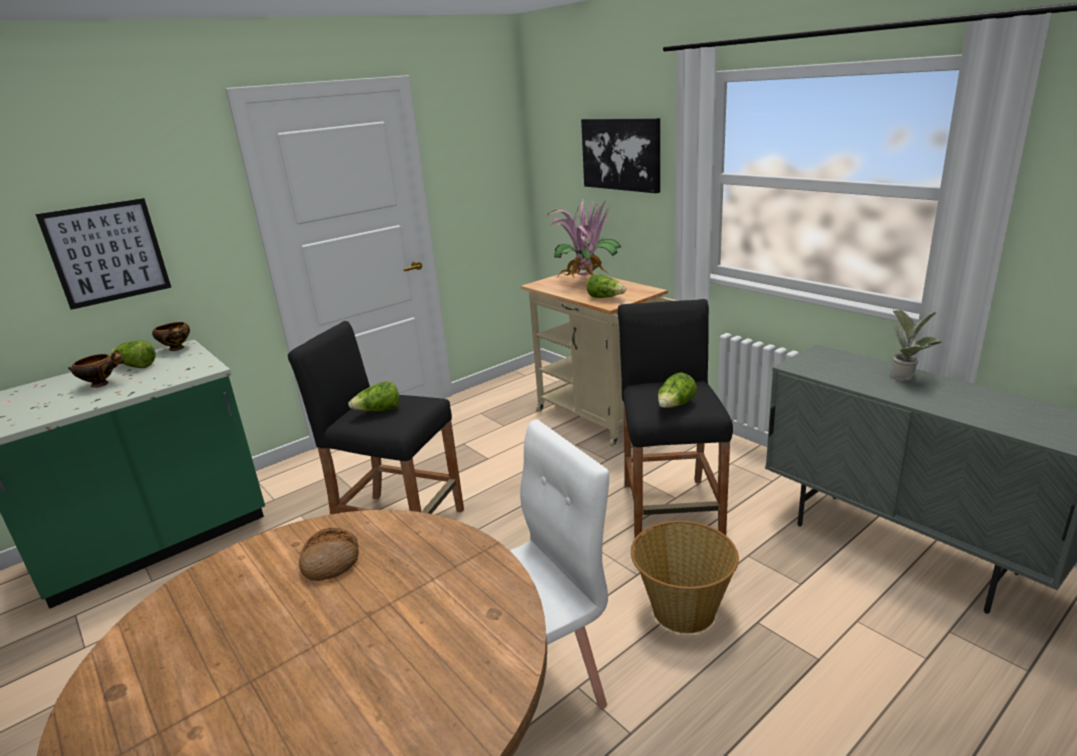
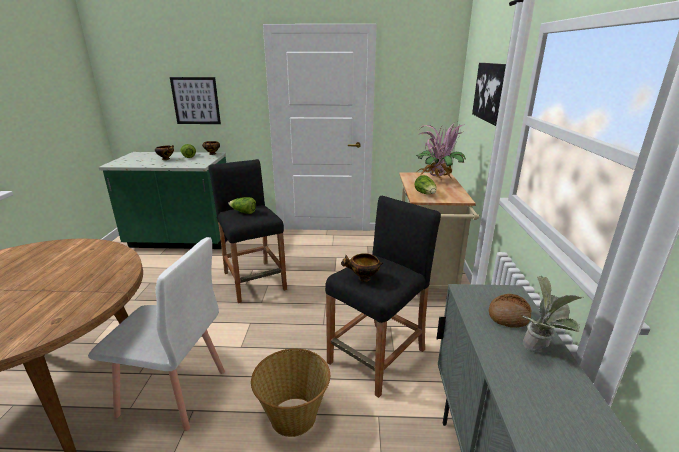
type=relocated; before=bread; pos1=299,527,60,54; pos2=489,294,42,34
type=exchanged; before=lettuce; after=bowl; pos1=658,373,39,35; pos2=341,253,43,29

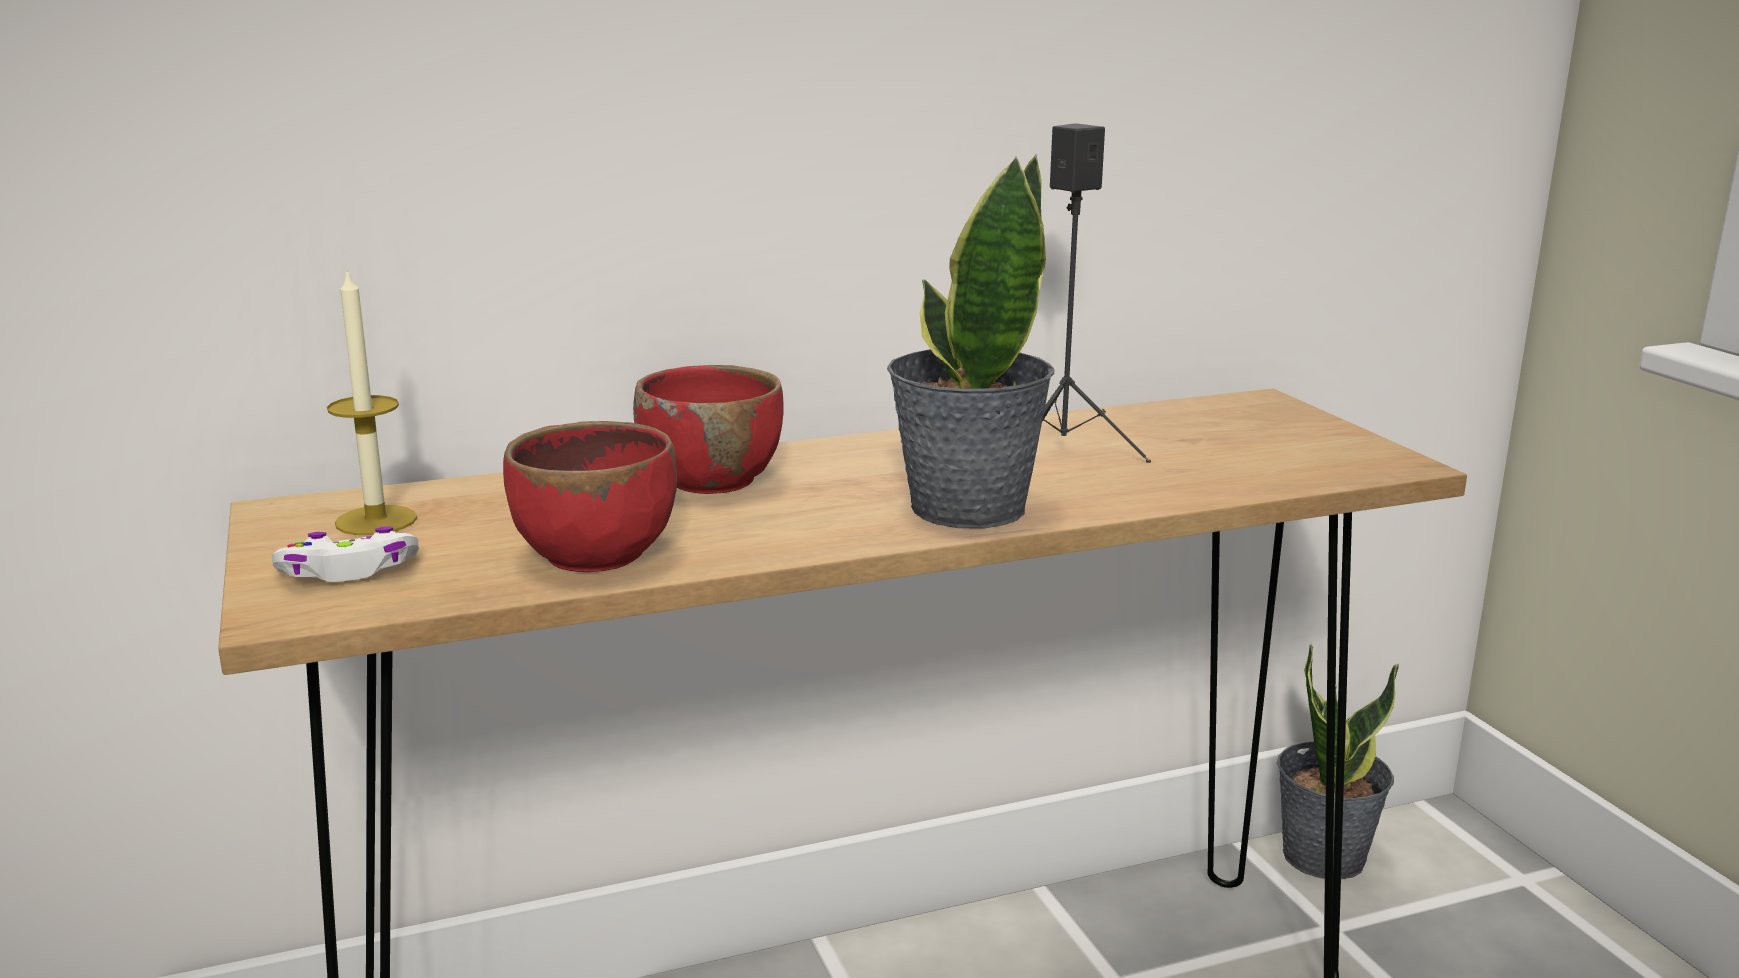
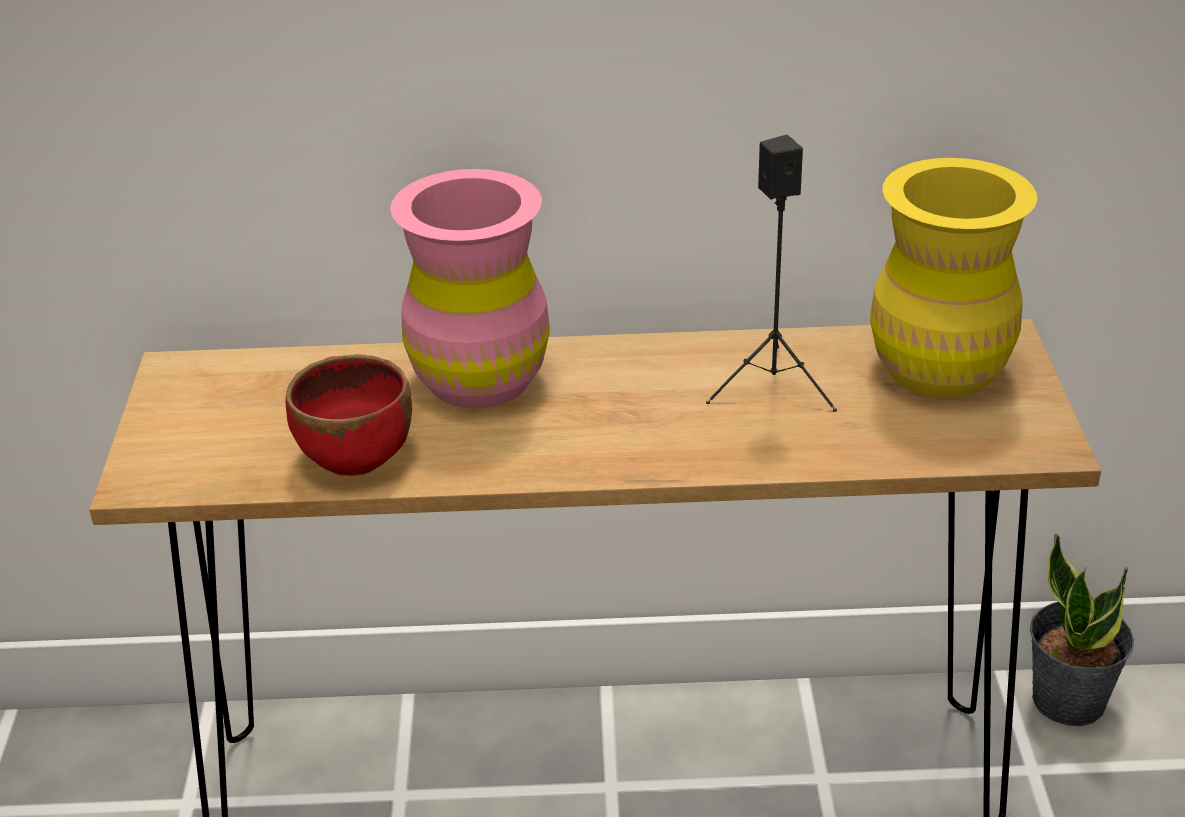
type=missing; before=game controller (white); pos1=272,527,147,55
type=missing; before=candle; pos1=327,268,90,267
type=missing; before=potted plant; pos1=887,154,167,375
type=appeared; after=vase (yellow); pos2=870,158,167,240
type=exchanged; before=bowl (red); after=vase (pink); pos1=633,365,150,129; pos2=390,169,160,239

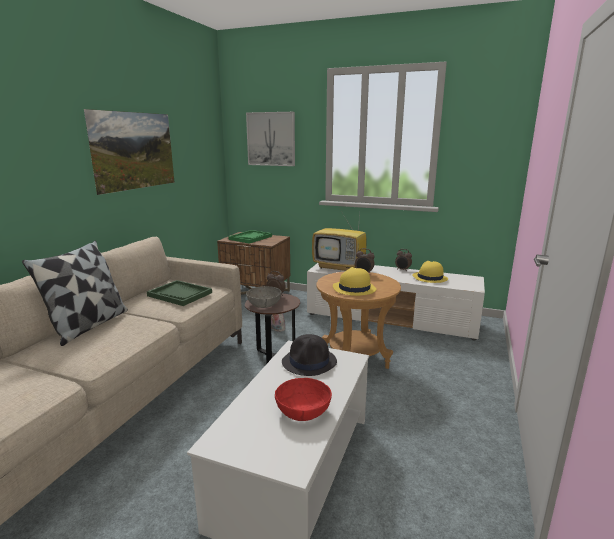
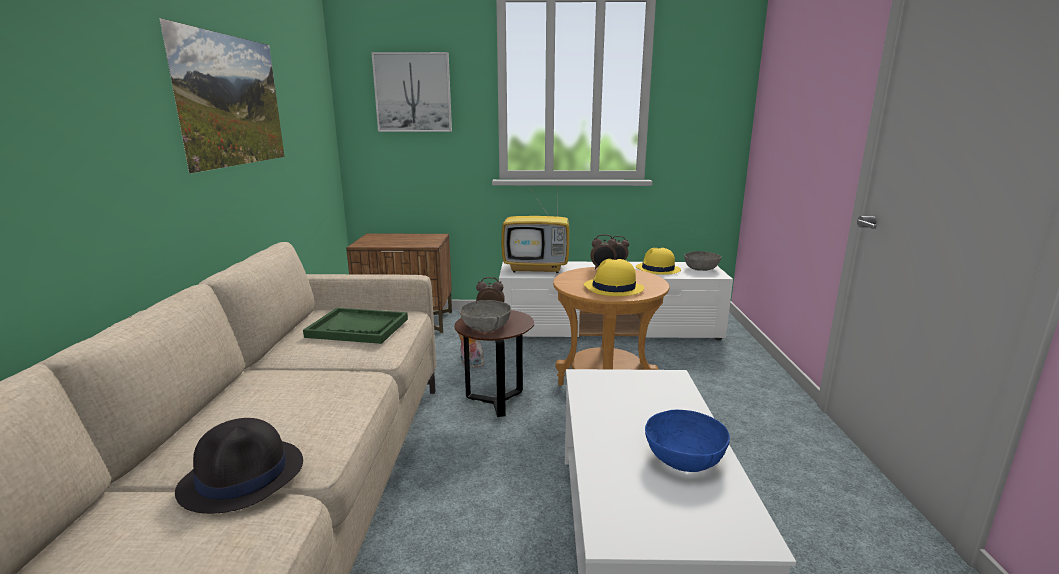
type=missing; before=pillow; pos1=22,241,106,105
type=missing; before=tray (green); pos1=228,230,44,14
type=appeared; after=bowl (grey); pos2=684,251,38,20
type=relocated; before=hat (black); pos1=282,334,55,42; pos2=175,418,128,96
type=colour; before=bowl (red); after=bowl (blue); pos1=275,378,57,43; pos2=645,410,85,62

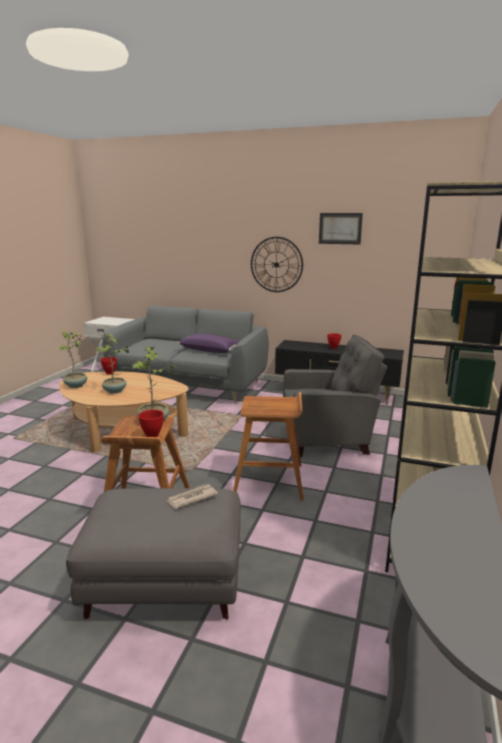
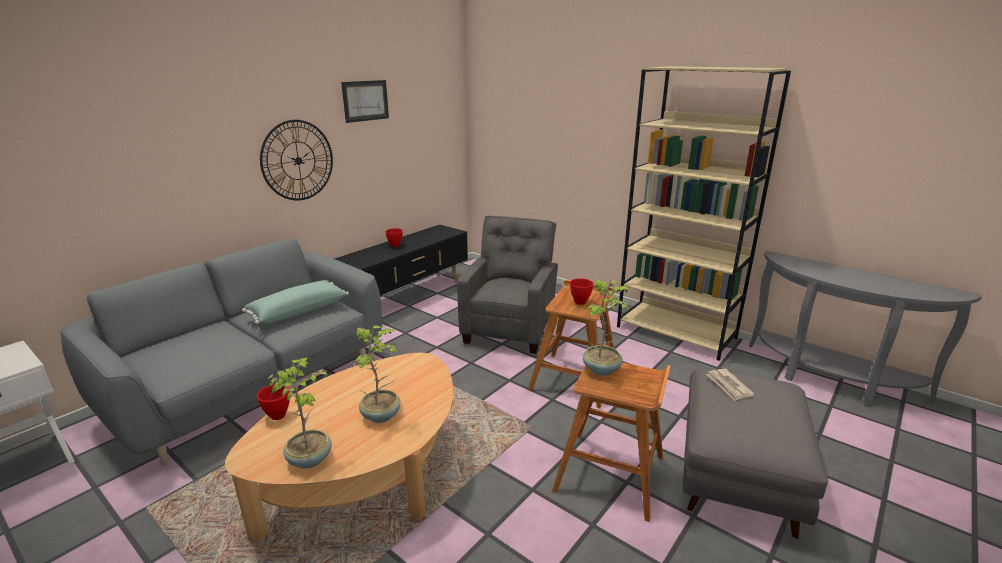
type=relocated; before=bowl (red); pos1=138,410,26,27; pos2=570,278,23,27
type=colour; before=pillow (purple); after=pillow (green); pos1=178,334,61,19; pos2=242,280,107,44

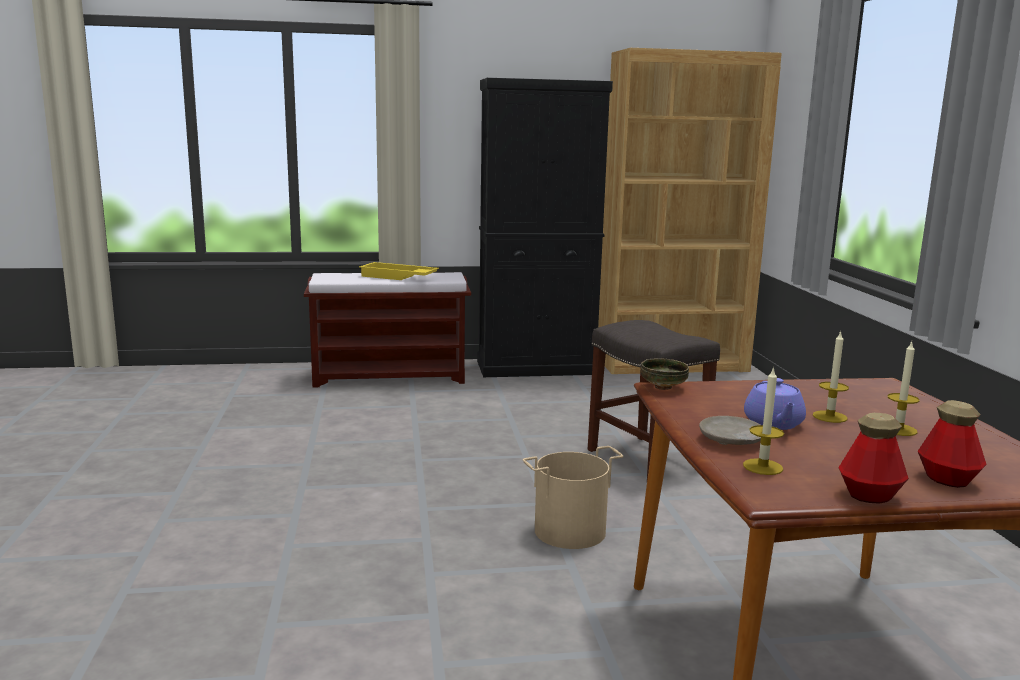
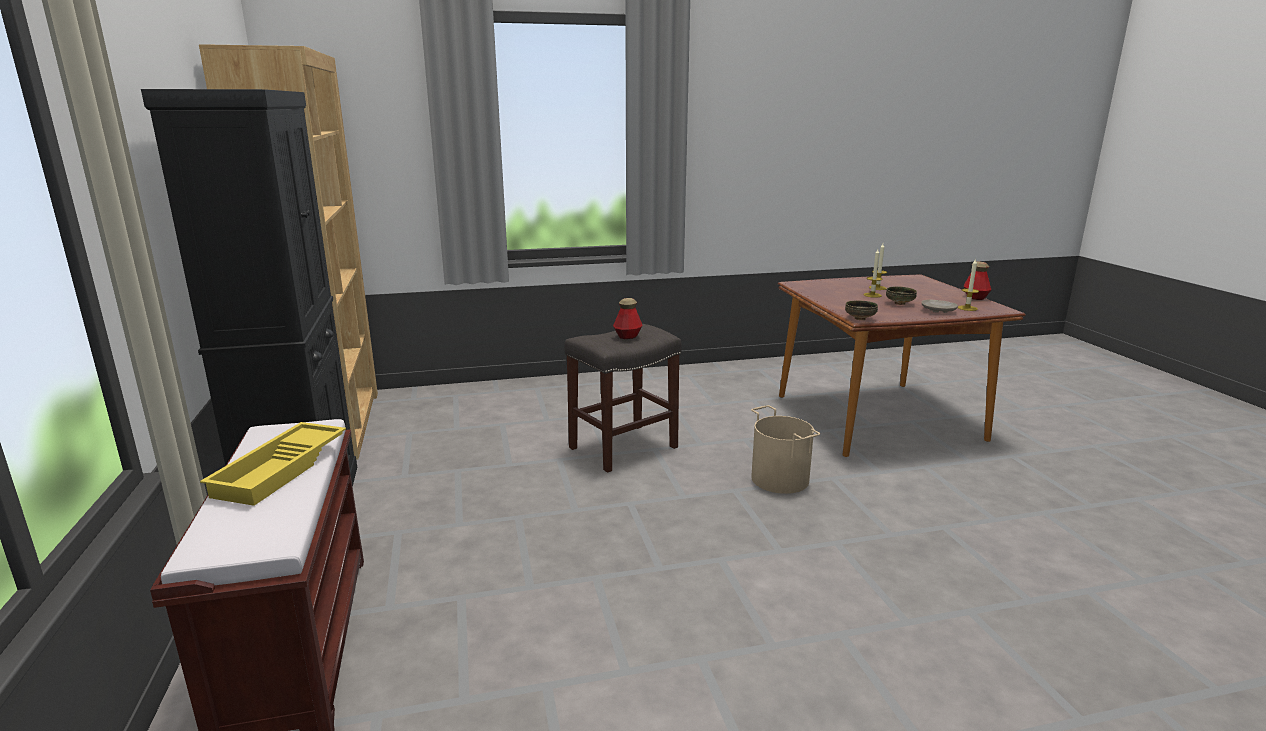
type=relocated; before=bottle; pos1=918,400,69,88; pos2=613,298,30,41
type=exchanged; before=teapot (purple); after=bowl; pos1=744,378,62,52; pos2=886,286,31,19

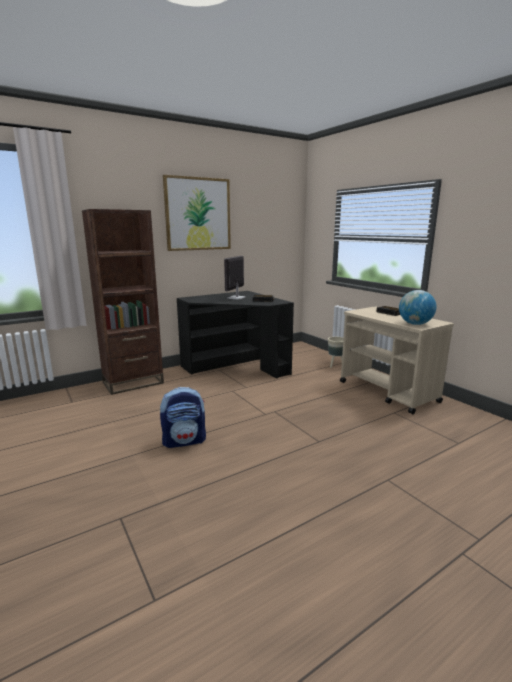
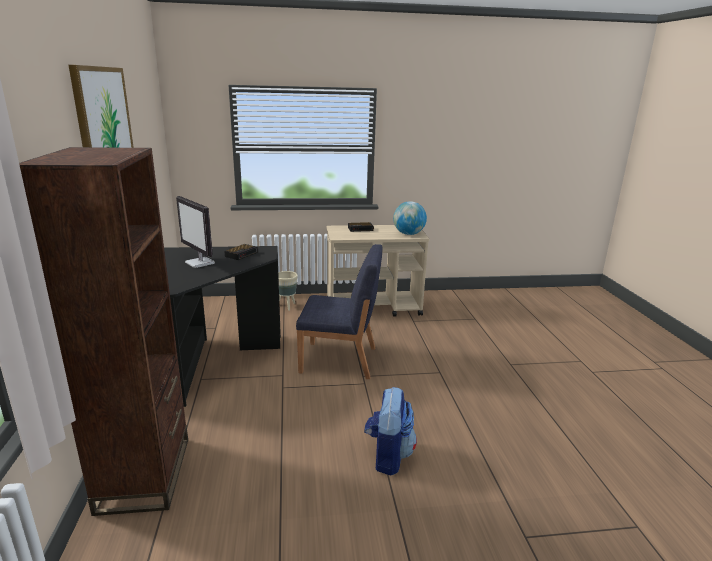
type=appeared; after=chair (blue); pos2=296,244,87,135

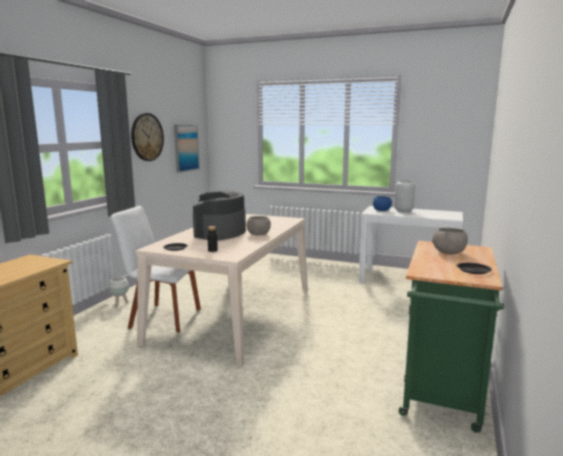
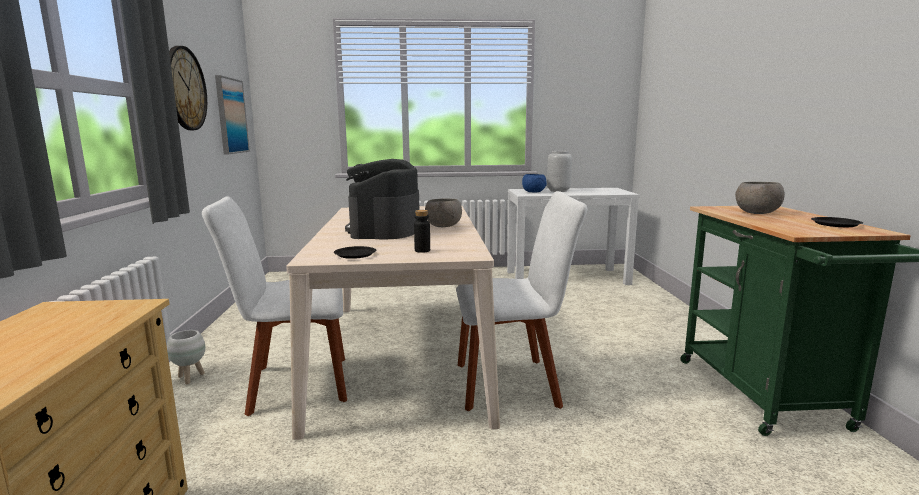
type=appeared; after=chair (white); pos2=456,191,131,220

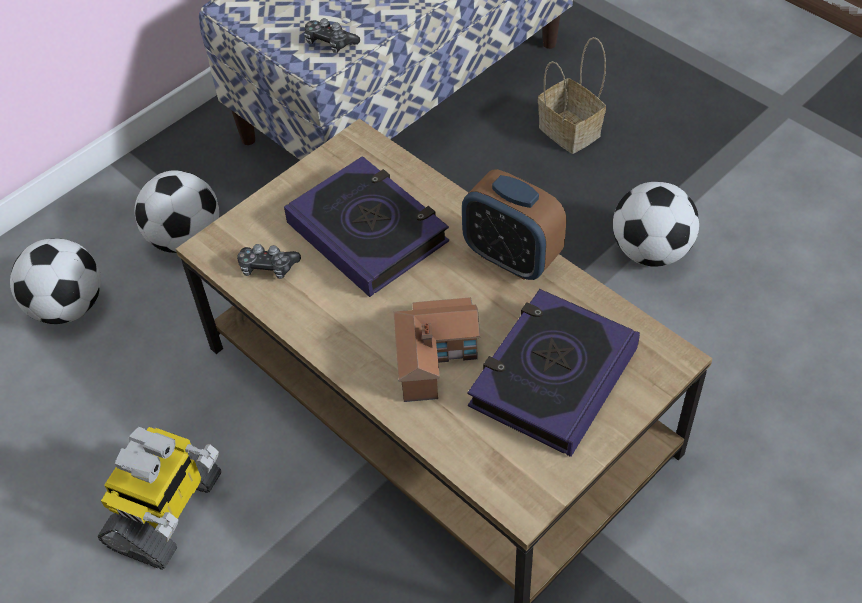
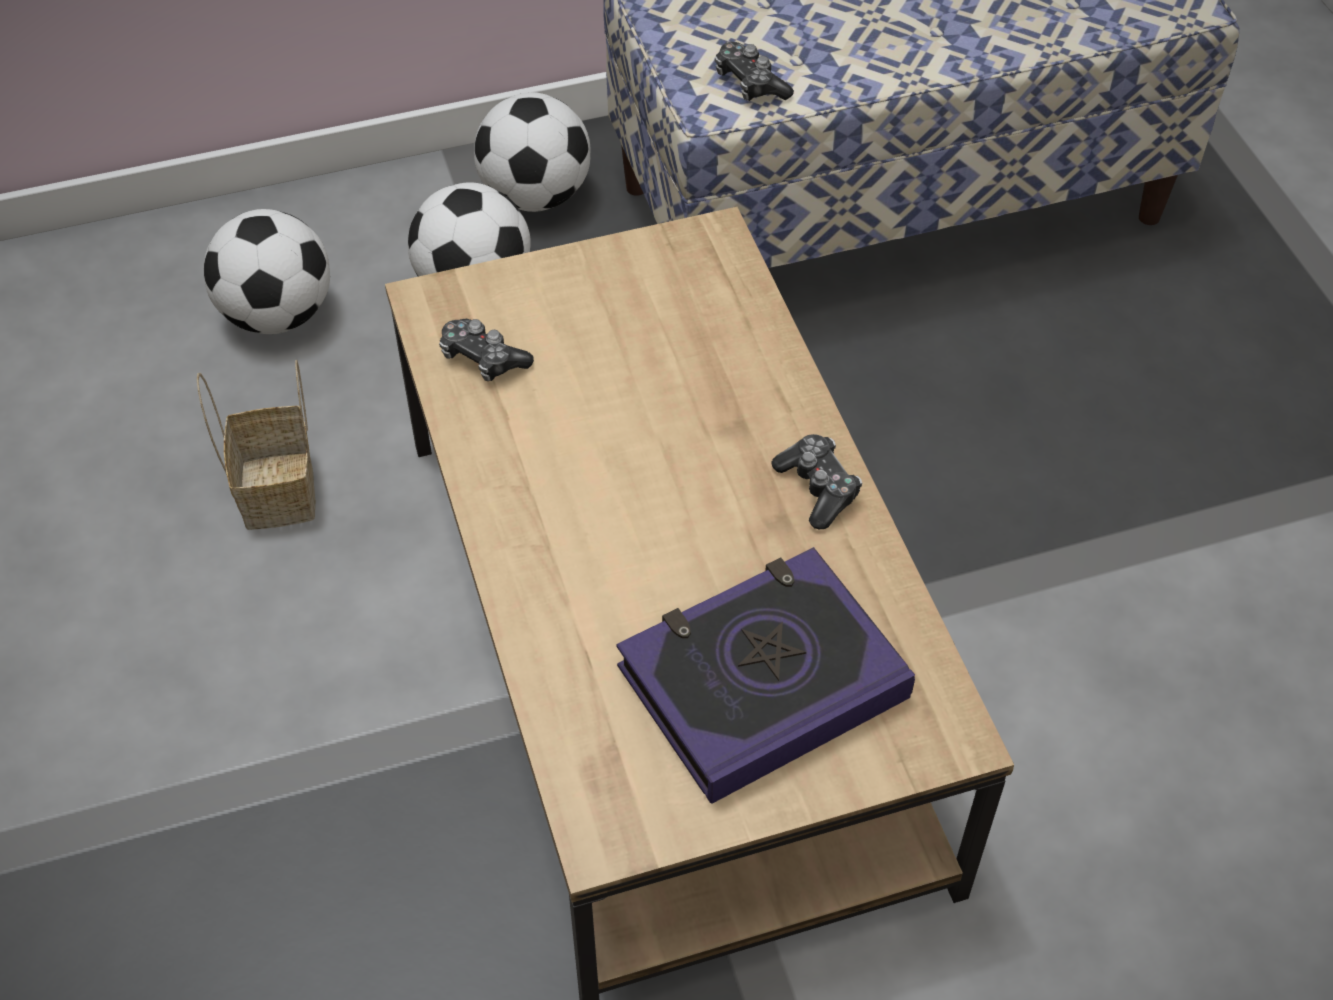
type=missing; before=toy robot; pos1=98,427,123,142
type=missing; before=book; pos1=284,156,165,141
type=missing; before=toy house; pos1=394,297,86,105
type=relocated; before=basket; pos1=538,37,68,117; pos2=197,360,118,170
type=relocated; before=football; pos1=613,182,86,85; pos2=474,92,116,120
type=exchanged; before=alarm clock; after=game controller; pos1=462,169,104,111; pos2=771,434,91,95

